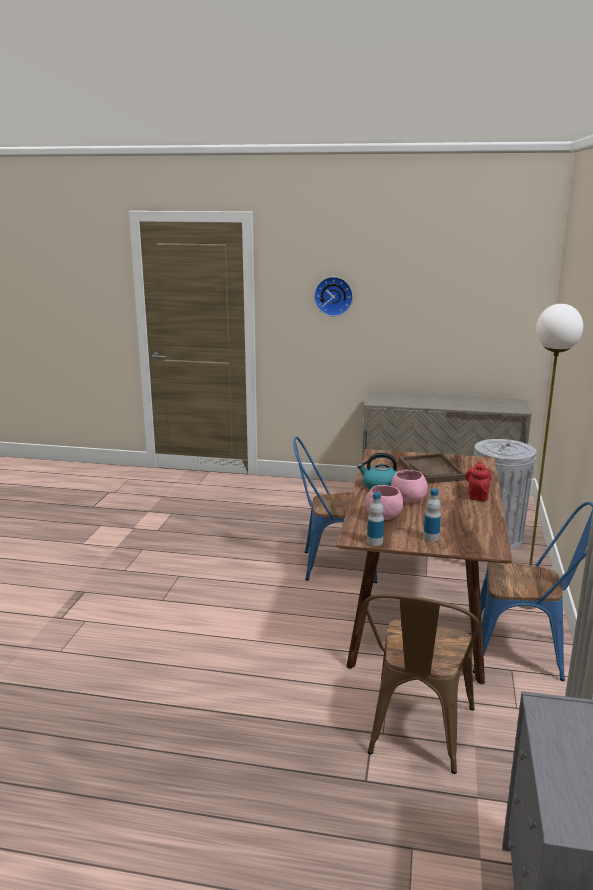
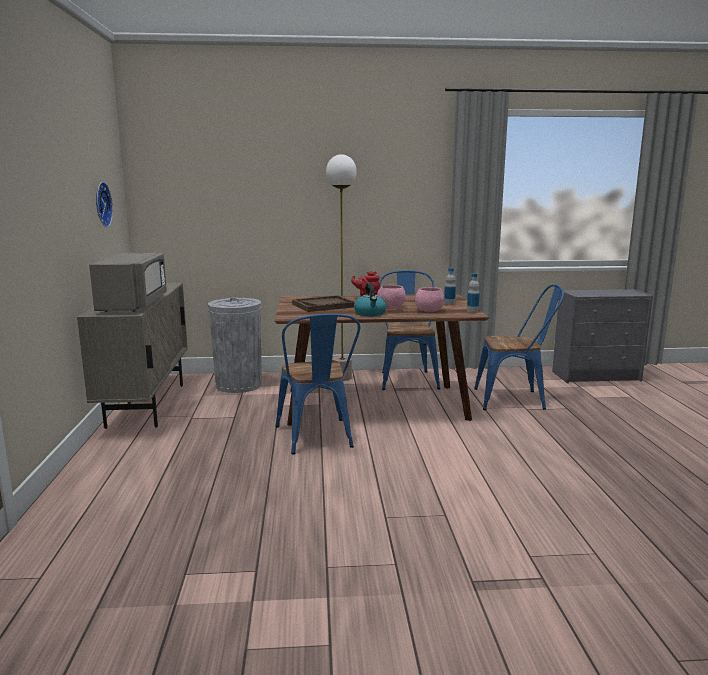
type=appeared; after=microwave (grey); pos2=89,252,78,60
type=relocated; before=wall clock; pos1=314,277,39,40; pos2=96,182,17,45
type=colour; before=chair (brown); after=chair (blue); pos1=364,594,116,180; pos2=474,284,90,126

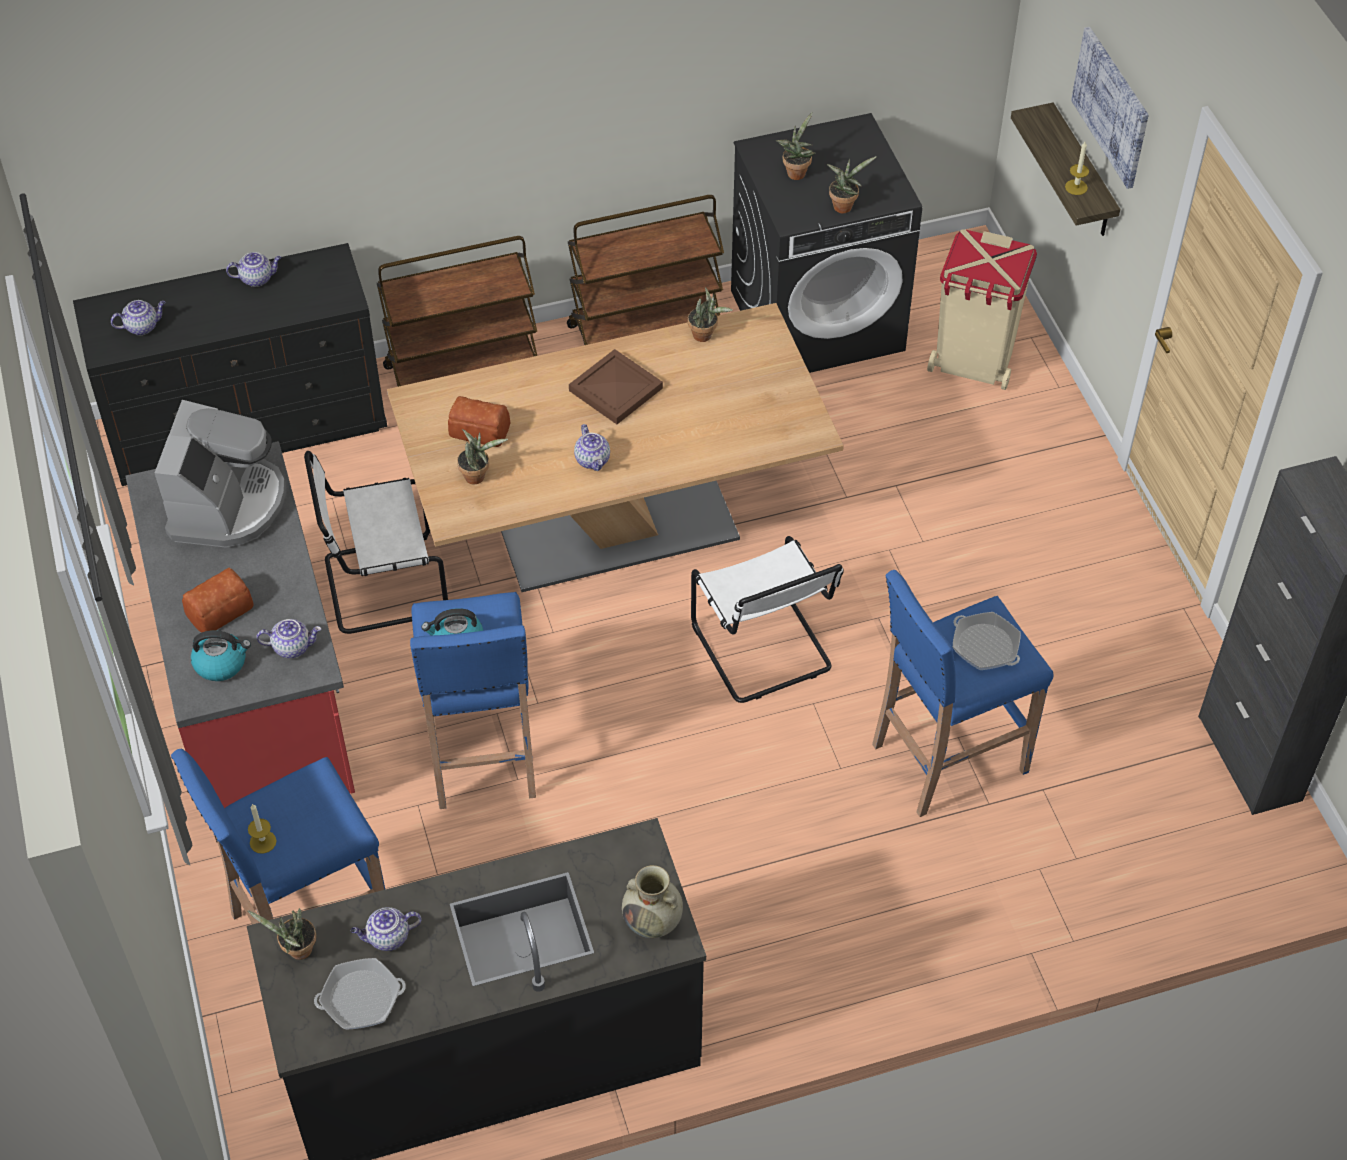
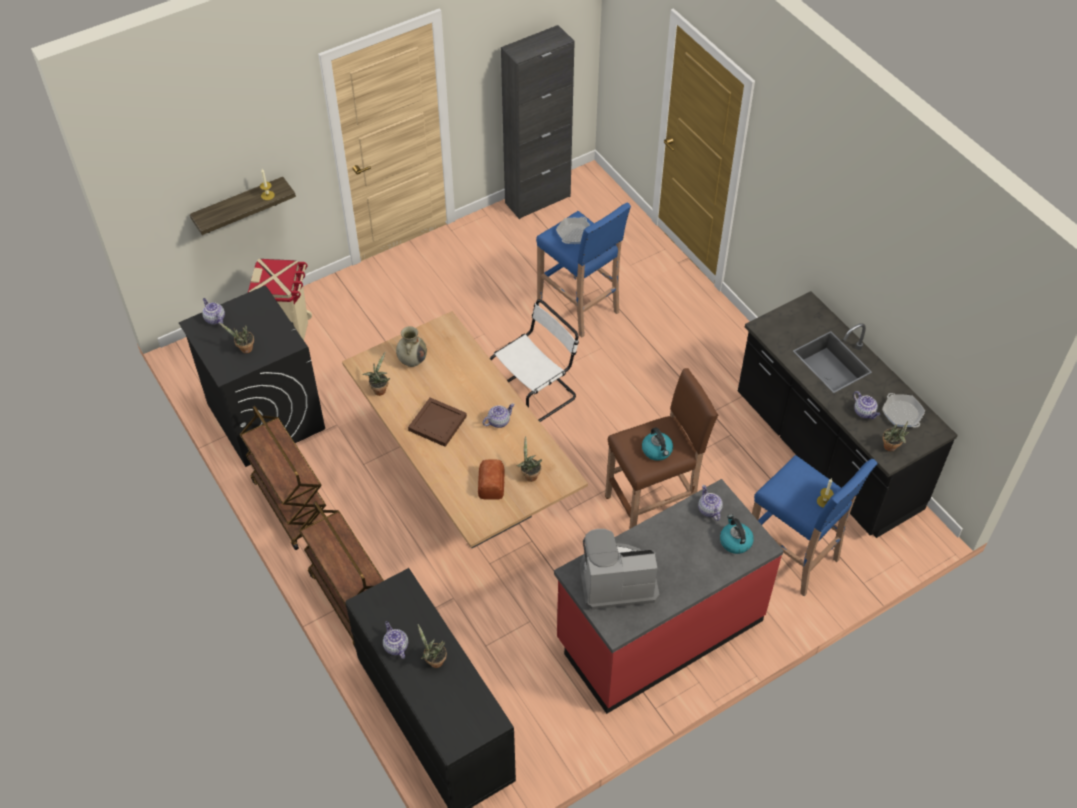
type=missing; before=bread; pos1=182,568,72,65
type=missing; before=chair (white); pos1=304,451,144,183
type=missing; before=picture; pos1=1071,27,78,162
type=relocated; before=teapot; pos1=111,300,54,35; pos2=202,298,23,27
type=relocated; before=vase (beige); pos1=622,865,61,73; pos2=396,326,31,41
type=relocated; before=potted plant; pos1=827,156,50,57; pos2=418,624,29,44
type=colour; before=stool (blue); after=stool (brown); pos1=410,592,126,217; pos2=605,368,113,161

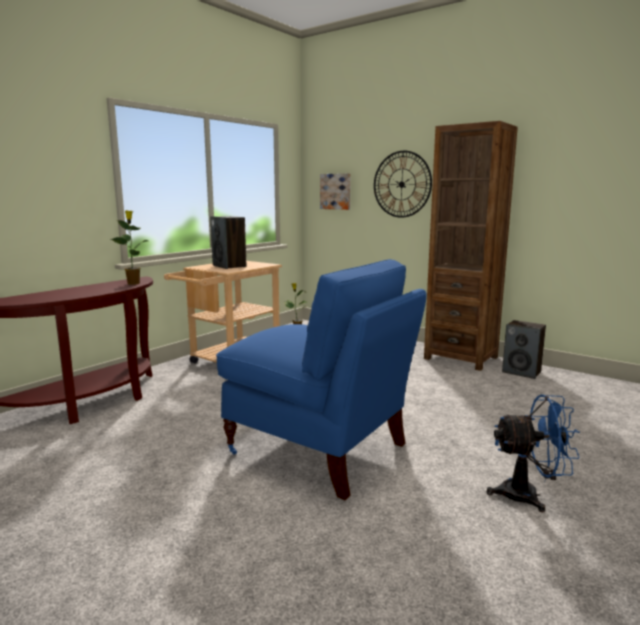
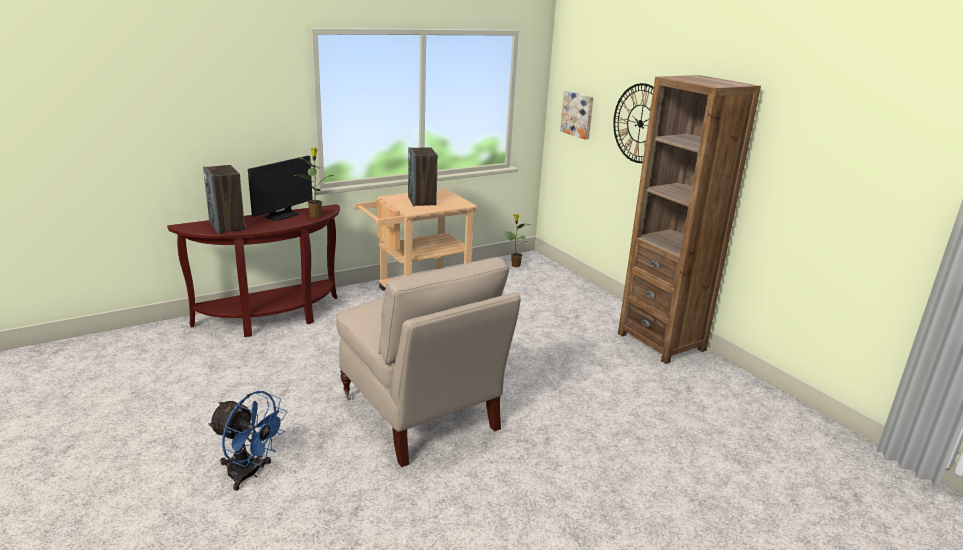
type=appeared; after=monitor; pos2=248,156,65,65
type=relocated; before=fan (blue); pos1=487,395,93,117; pos2=208,391,80,100
type=relocated; before=speaker; pos1=502,320,44,59; pos2=203,165,42,69
type=colour; before=chair (blue); after=chair (beige); pos1=216,259,211,241; pos2=336,257,185,210

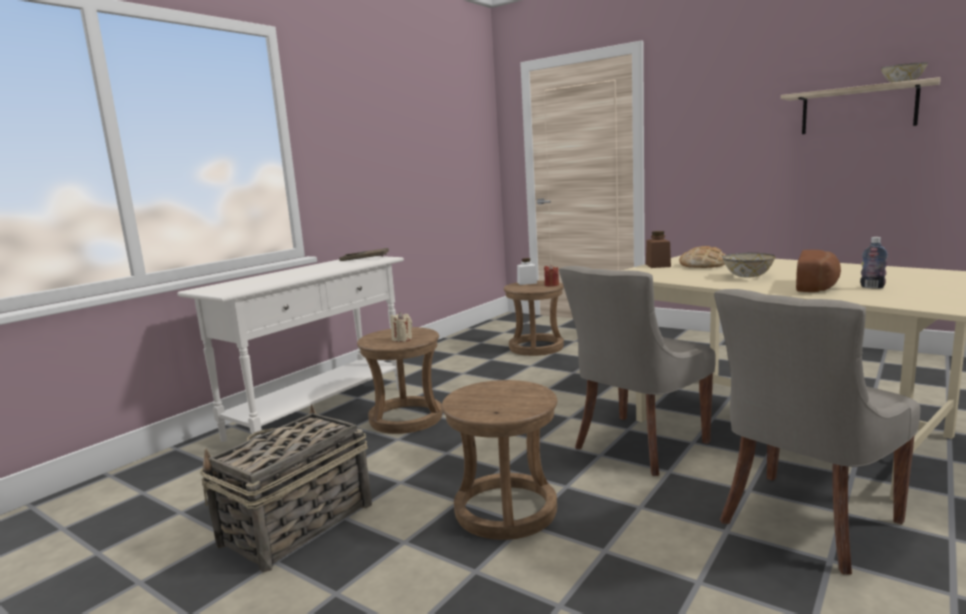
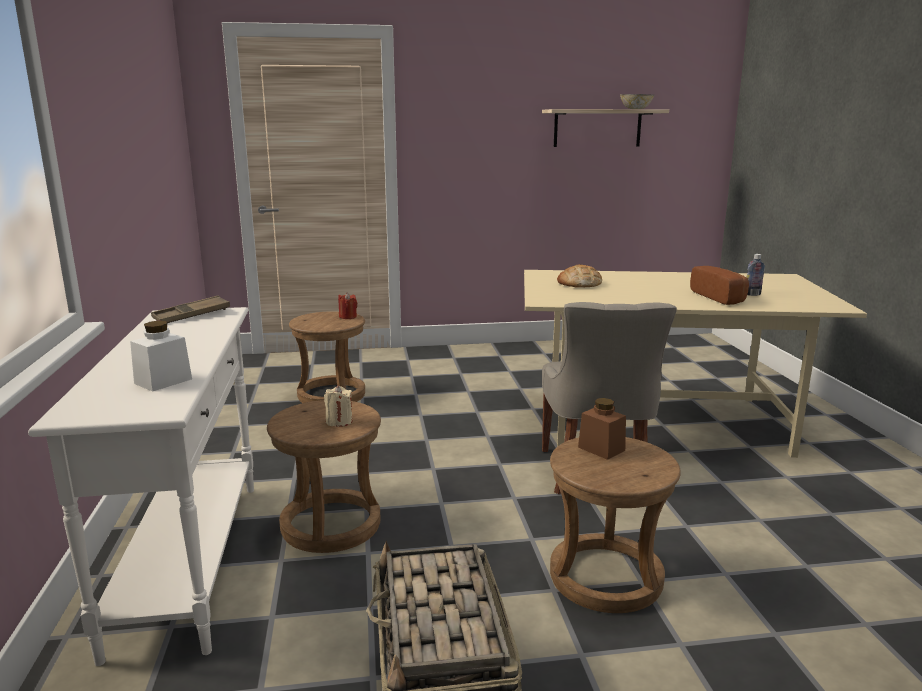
type=missing; before=chair (grey); pos1=714,289,207,286
type=missing; before=bowl; pos1=722,253,54,25
type=relocated; before=jar (white); pos1=517,258,20,27; pos2=130,321,62,71
type=relocated; before=jar (brown); pos1=646,231,25,37; pos2=578,398,48,62

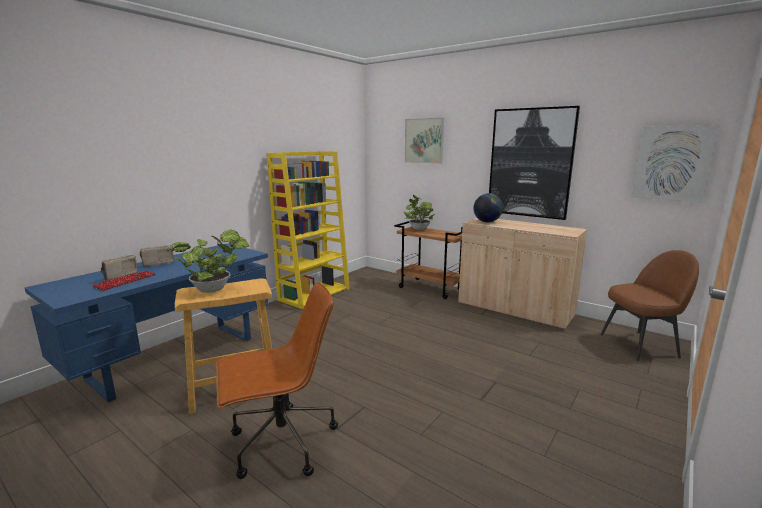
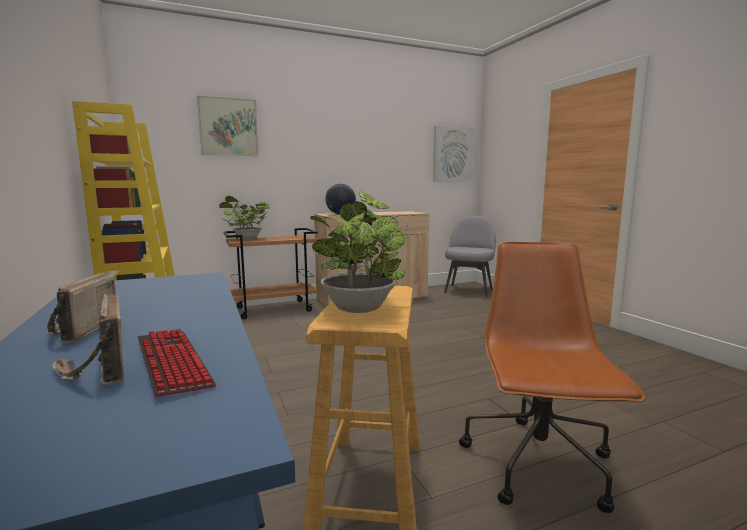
type=missing; before=picture; pos1=489,106,91,114
type=colour; before=chair (brown); after=chair (grey); pos1=600,250,99,111; pos2=444,216,52,81

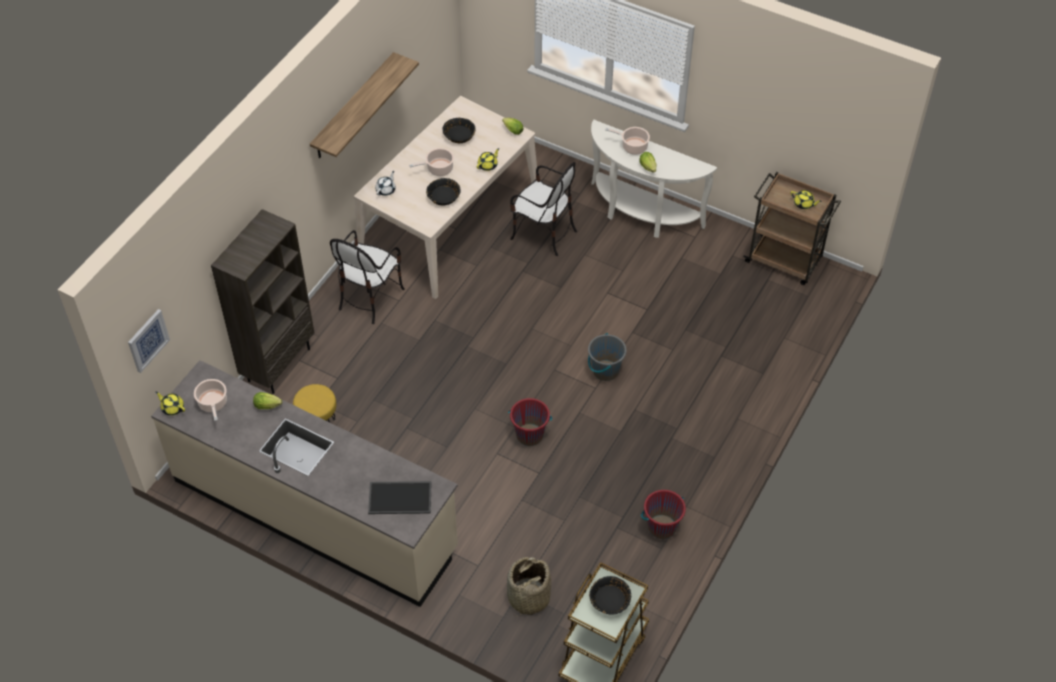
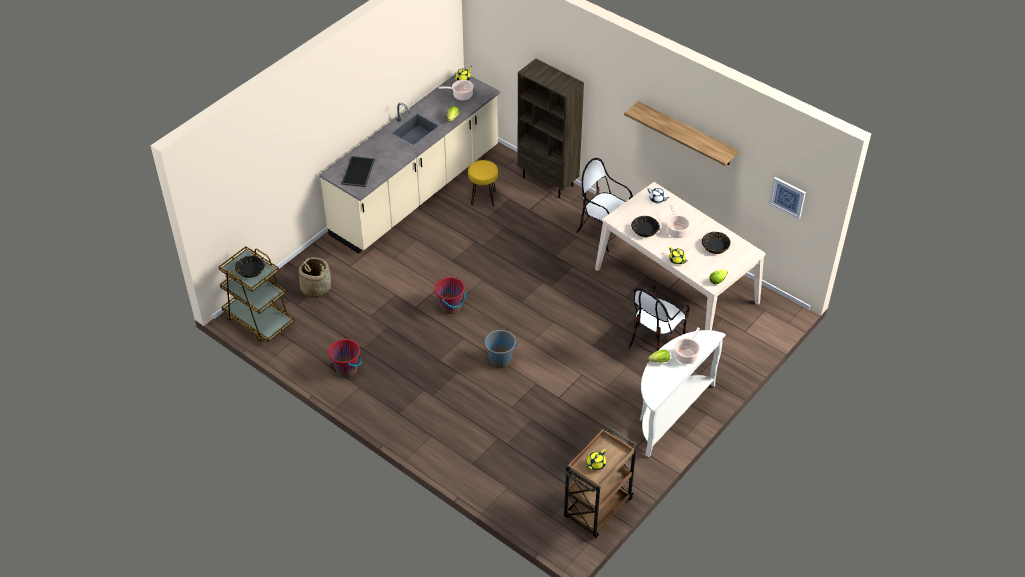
type=relocated; before=picture; pos1=128,309,42,64; pos2=769,177,37,42

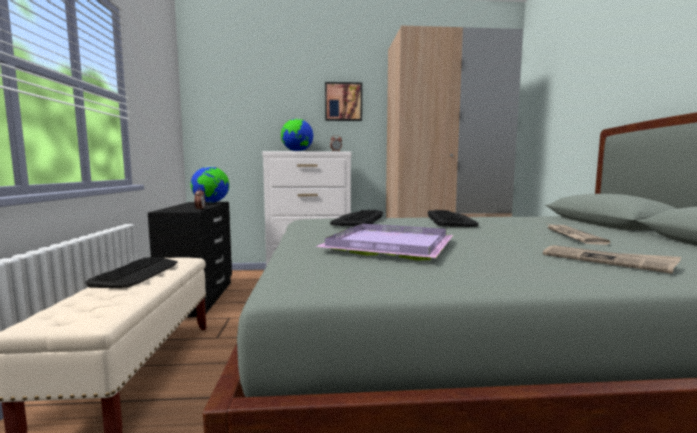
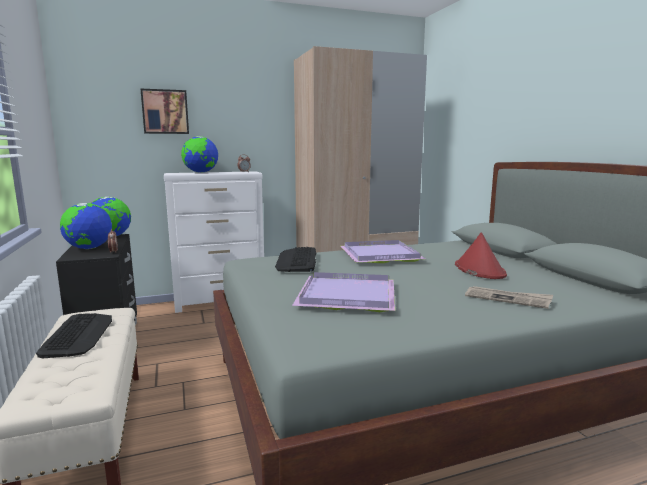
type=appeared; after=globe; pos2=60,203,52,46
type=relocated; before=picture; pos1=325,82,37,39; pos2=140,88,49,46
type=exchanged; before=keyboard; after=tray (purple); pos1=428,210,51,17; pos2=340,240,86,23
type=exchanged; before=newspaper; after=hat (red); pos1=548,224,62,21; pos2=455,233,52,46

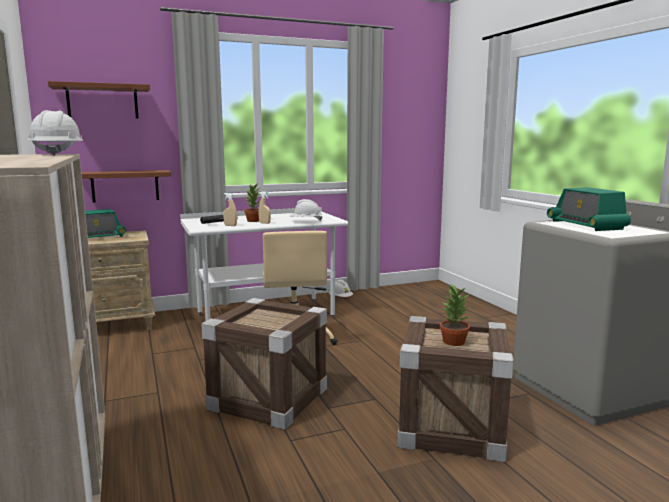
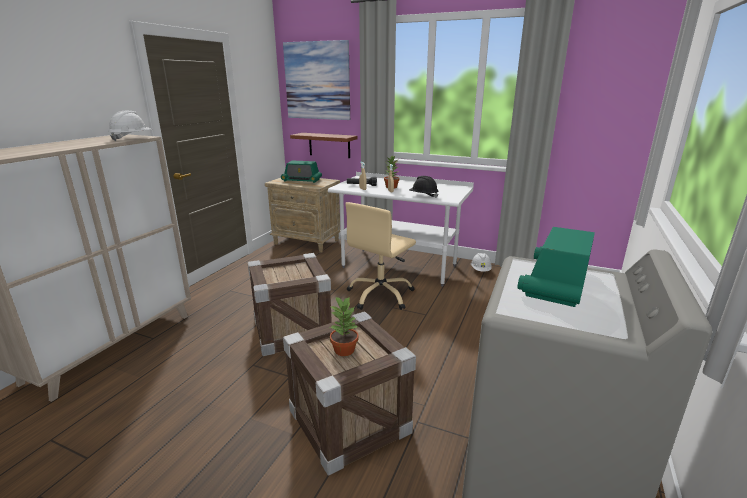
type=exchanged; before=shelf (brown); after=picture; pos1=48,81,102,37; pos2=283,40,67,80
type=colour; before=hard hat (white); after=hard hat (black); pos1=289,199,33,22; pos2=409,176,29,22

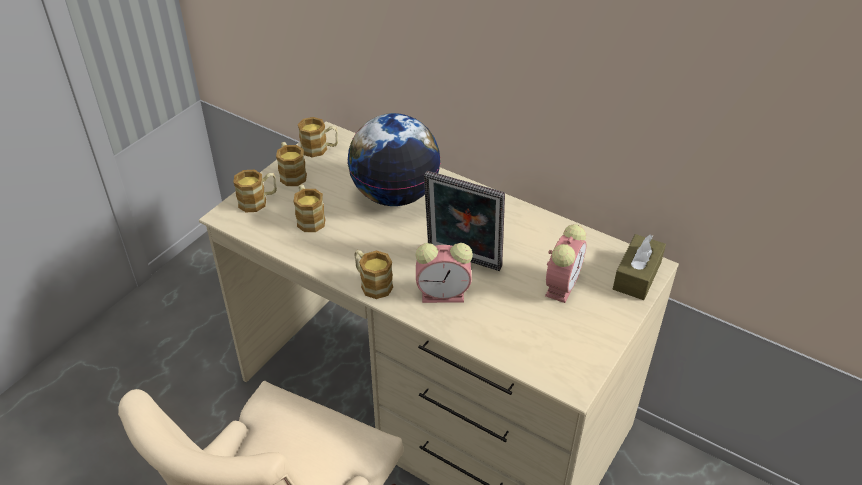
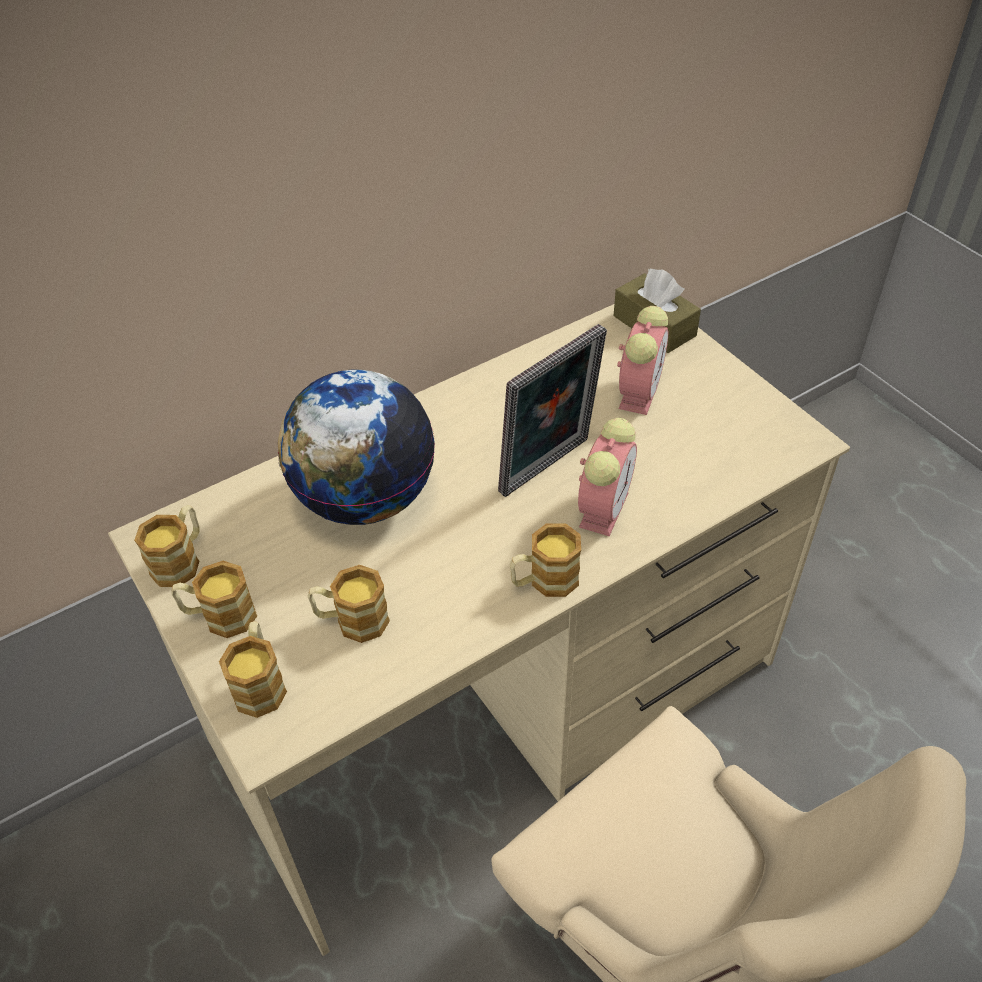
type=spun; before=alarm clock; pos1=545,224,41,79; pos2=617,306,51,109; turn=60

